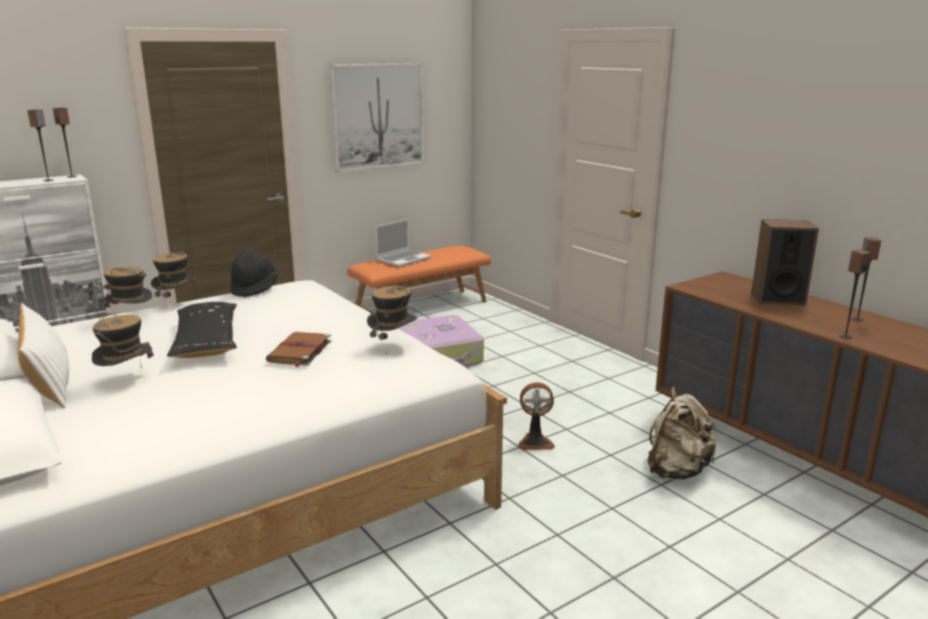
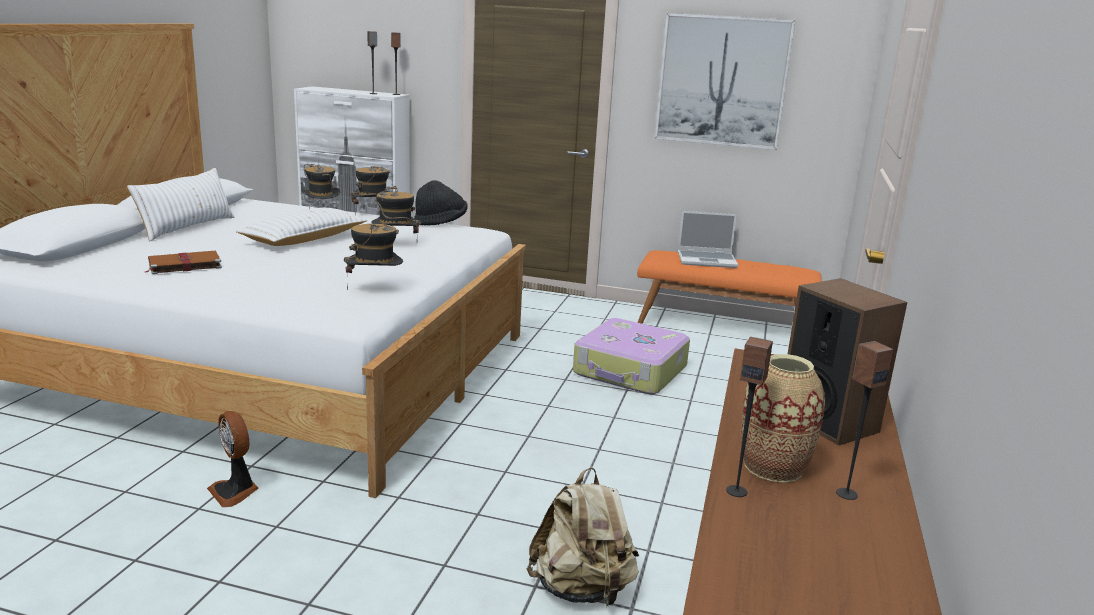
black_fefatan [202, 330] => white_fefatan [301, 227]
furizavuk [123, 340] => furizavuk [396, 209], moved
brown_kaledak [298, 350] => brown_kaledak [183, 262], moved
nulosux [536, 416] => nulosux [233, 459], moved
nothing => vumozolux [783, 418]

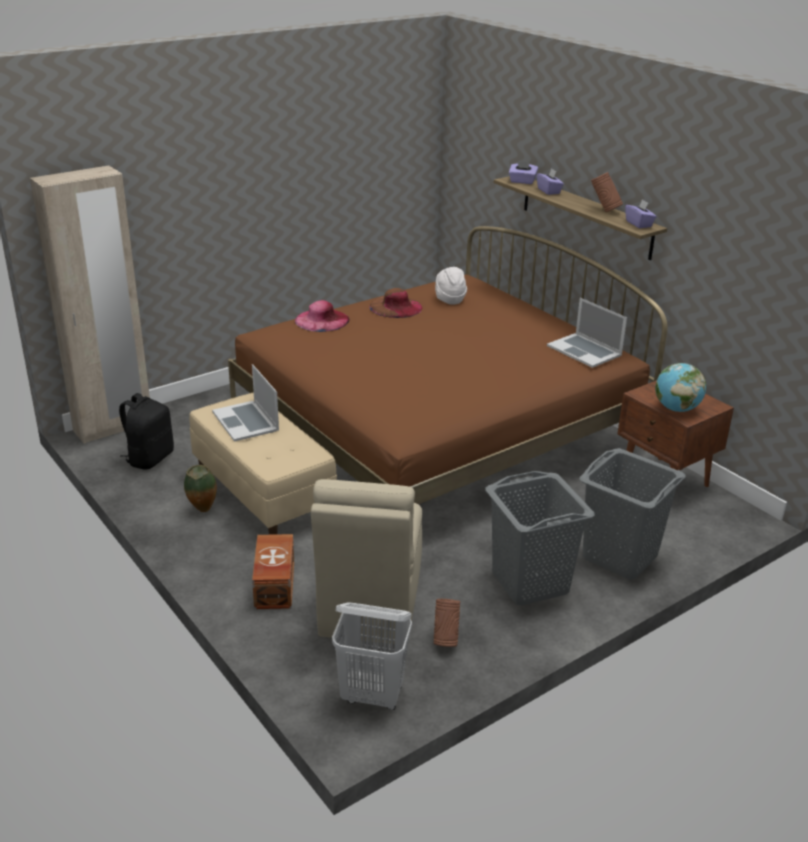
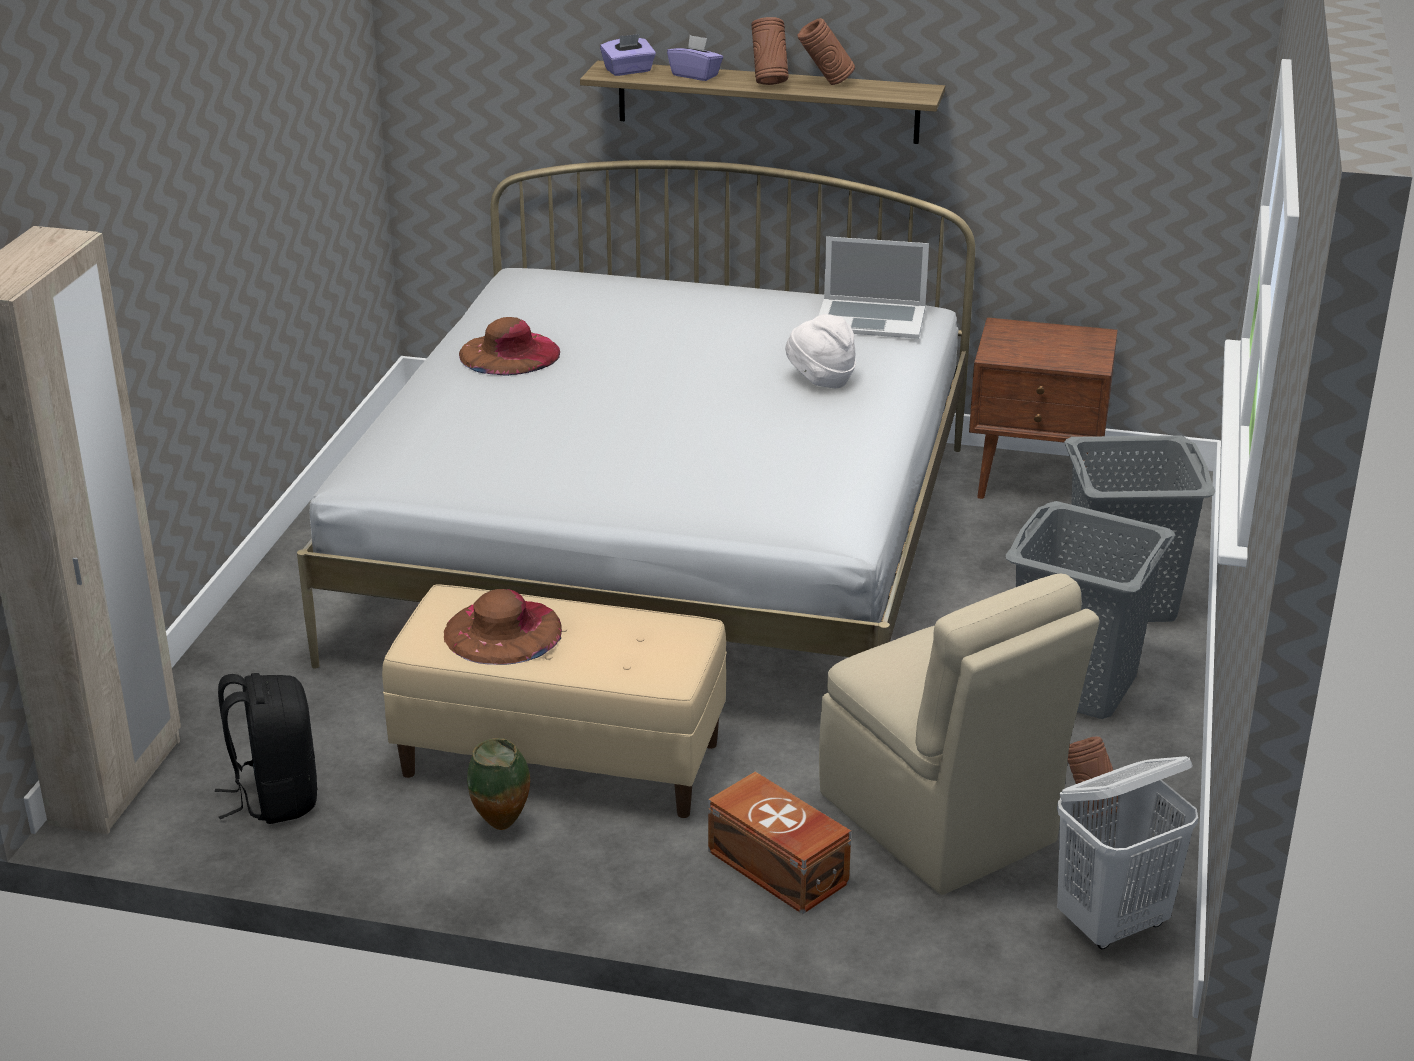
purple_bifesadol [641, 213] => nothing
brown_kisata [447, 365] => white_kisata [636, 414]
white_furizavuk [451, 286] => white_furizavuk [820, 351], moved
pink_furizavuk [322, 316] => nothing
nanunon [680, 387] => nothing
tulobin [245, 403] => brown_furizavuk [503, 627]
nothing => brown_vumozolux [770, 51]

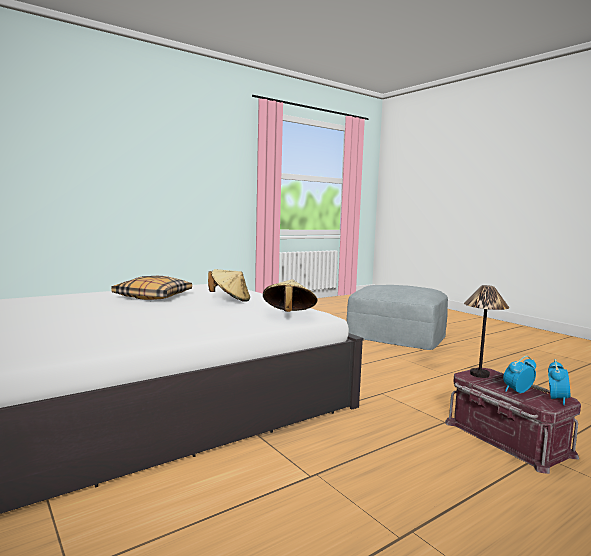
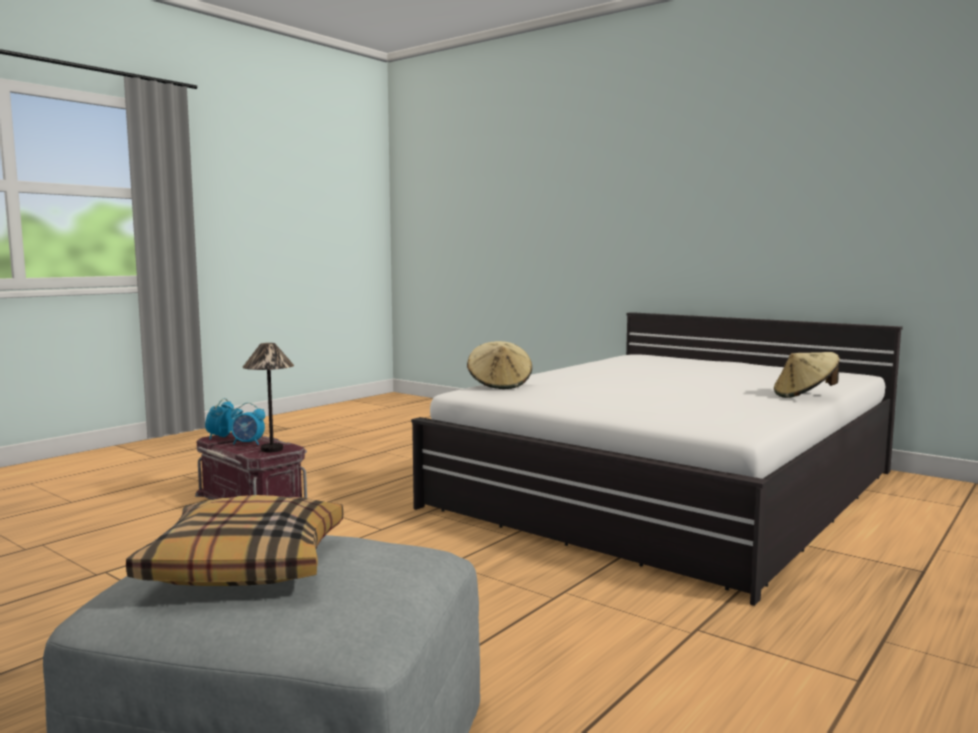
beige_furizavuk [229, 285] => beige_furizavuk [807, 375], moved
fefatan [151, 288] => fefatan [234, 540], moved
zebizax [519, 374] => zebizax [248, 424], 45 degrees clockwise

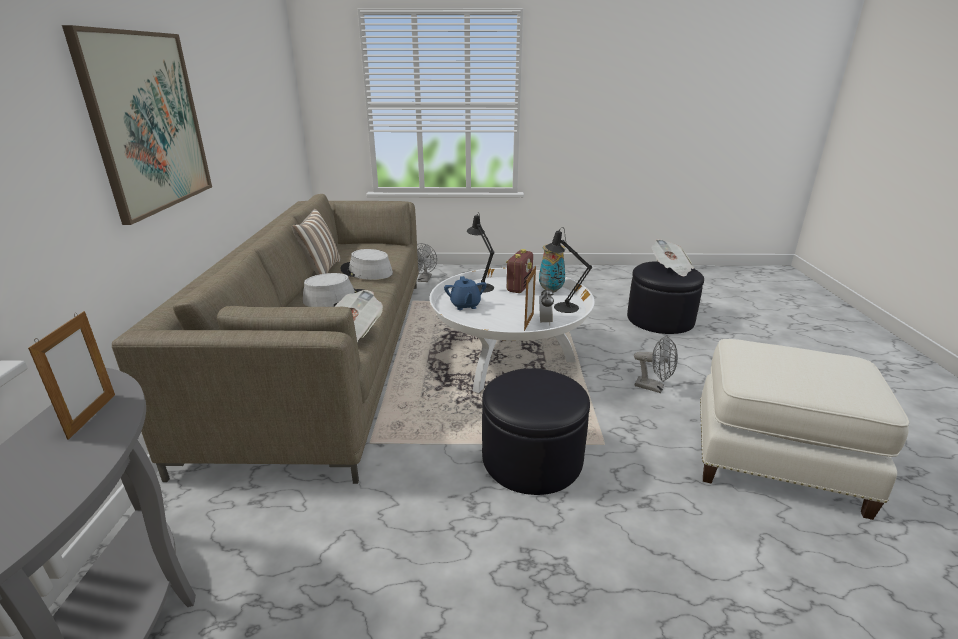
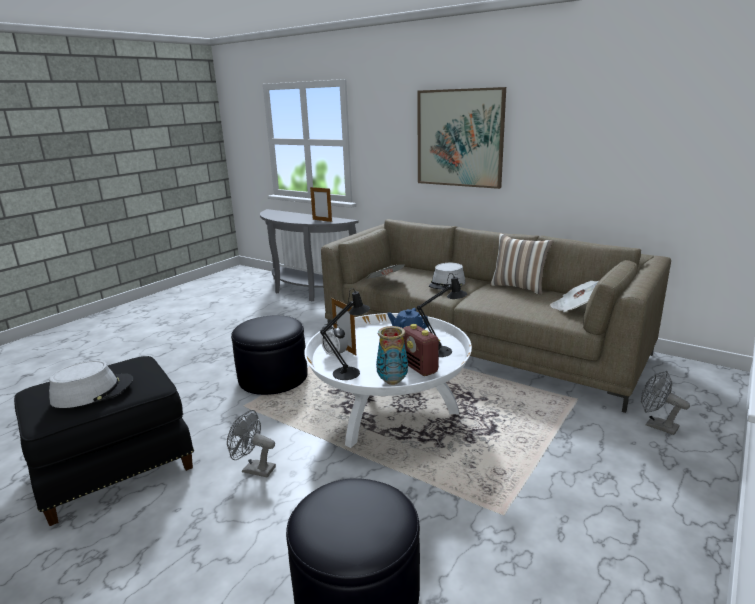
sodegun [673, 257] => sodegun [574, 296], moved
grey_furizavuk [366, 264] => grey_furizavuk [91, 384], moved
grey_nulosux [656, 364] => grey_nulosux [251, 443], 45 degrees clockwise
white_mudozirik [804, 429] => black_mudozirik [104, 441]

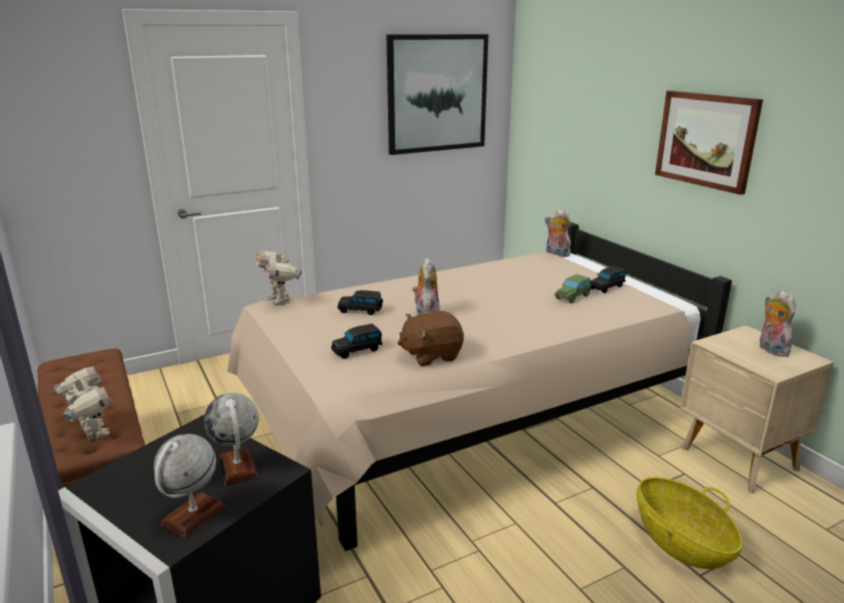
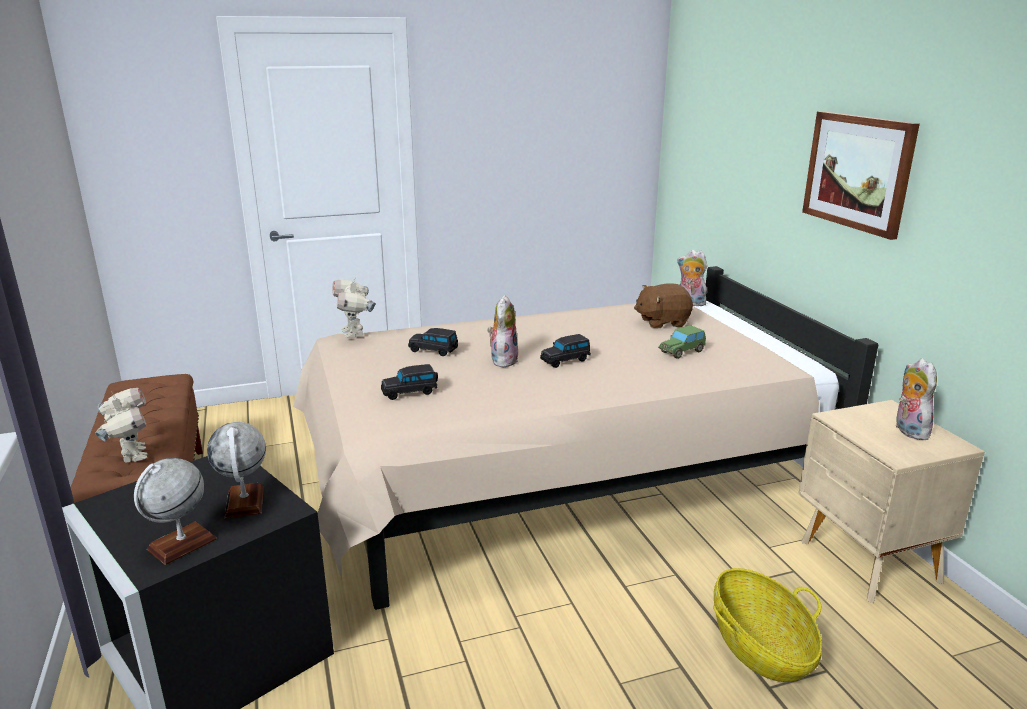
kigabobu [437, 94] => nothing
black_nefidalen [608, 279] => black_nefidalen [565, 351], moved
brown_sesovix [431, 338] => brown_sesovix [663, 305], moved

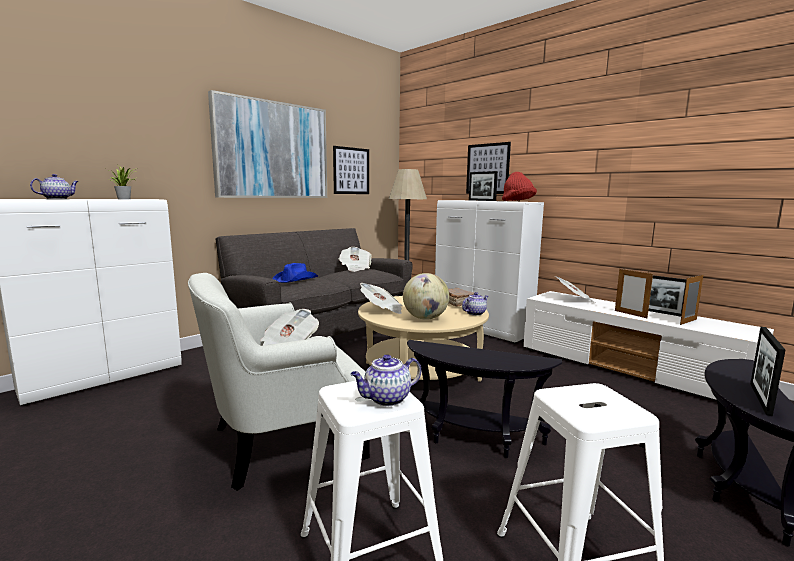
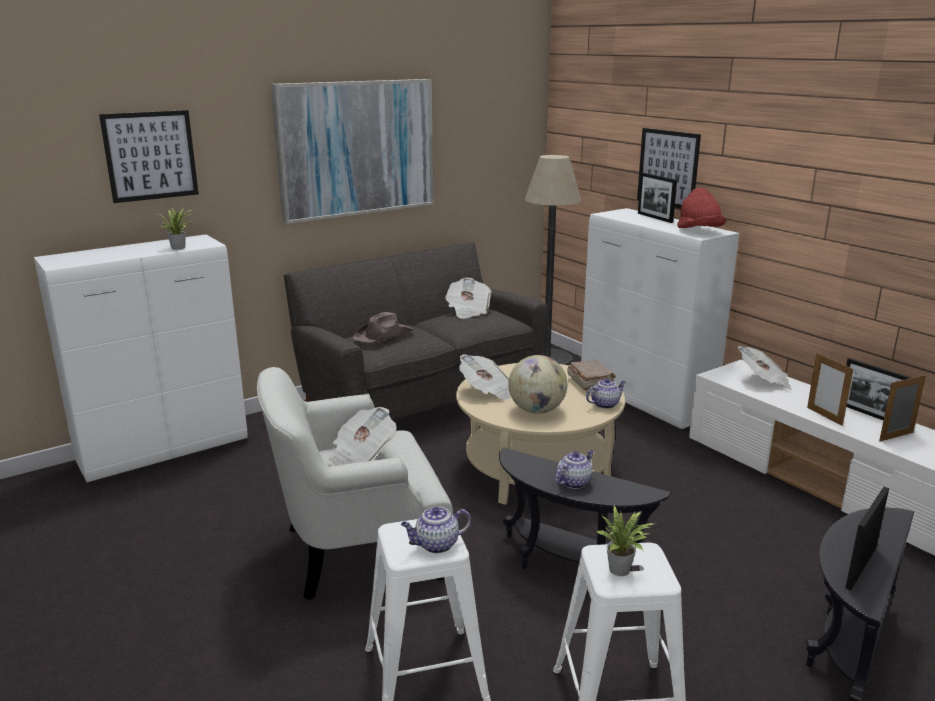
kigabobu [351, 170] => kigabobu [149, 156], moved
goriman [54, 186] => goriman [574, 469], moved
blue_furizavuk [295, 273] => brown_furizavuk [383, 327]
nothing => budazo [626, 541]

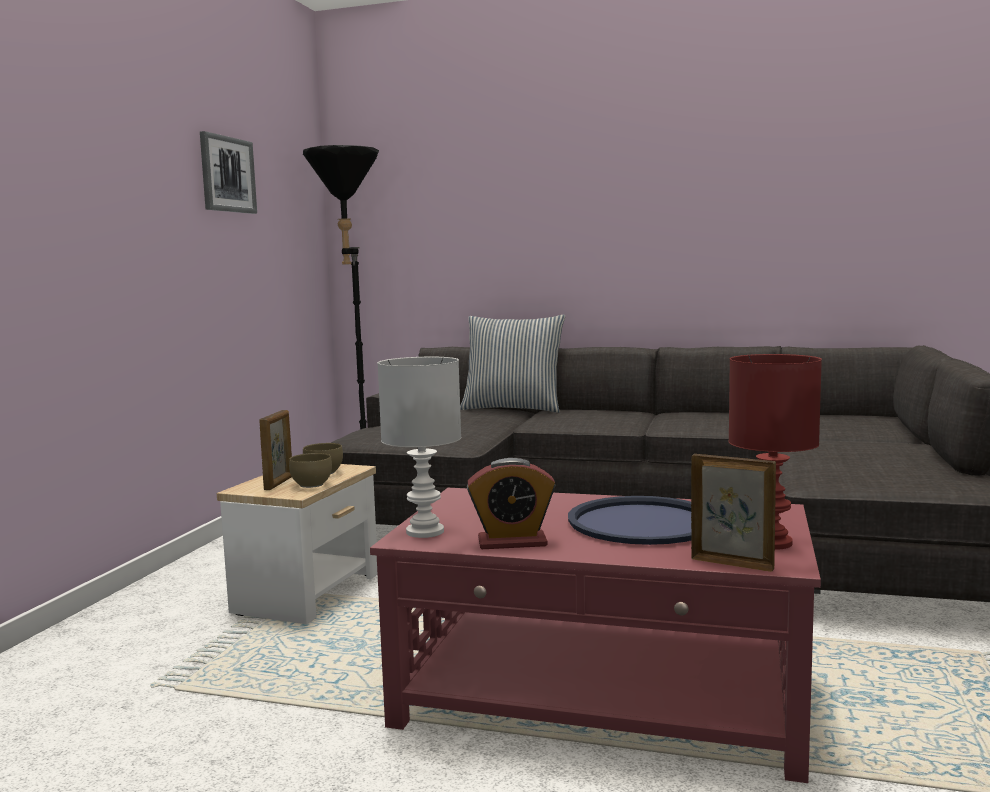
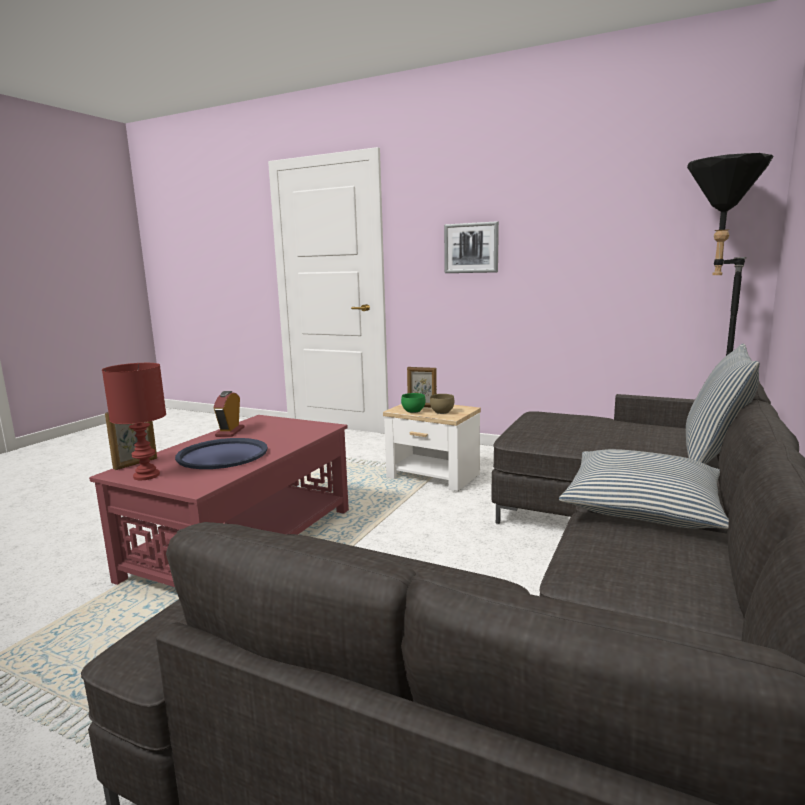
kigabobu [228, 172] => kigabobu [471, 247], moved
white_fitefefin [419, 447] => nothing
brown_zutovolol [310, 470] => green_zutovolol [413, 403]
nothing => fefatan [644, 489]

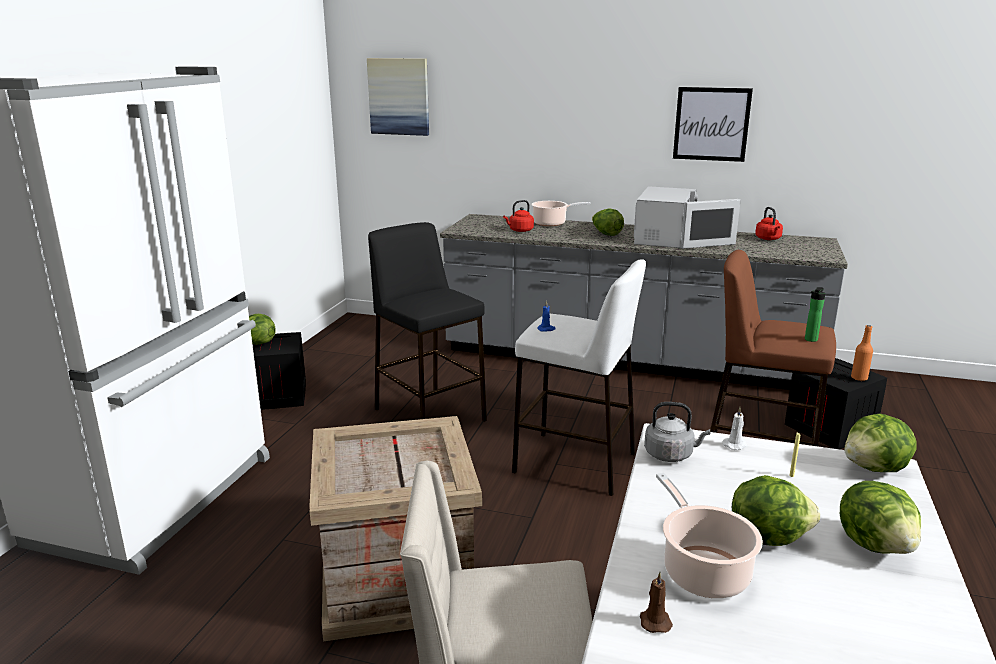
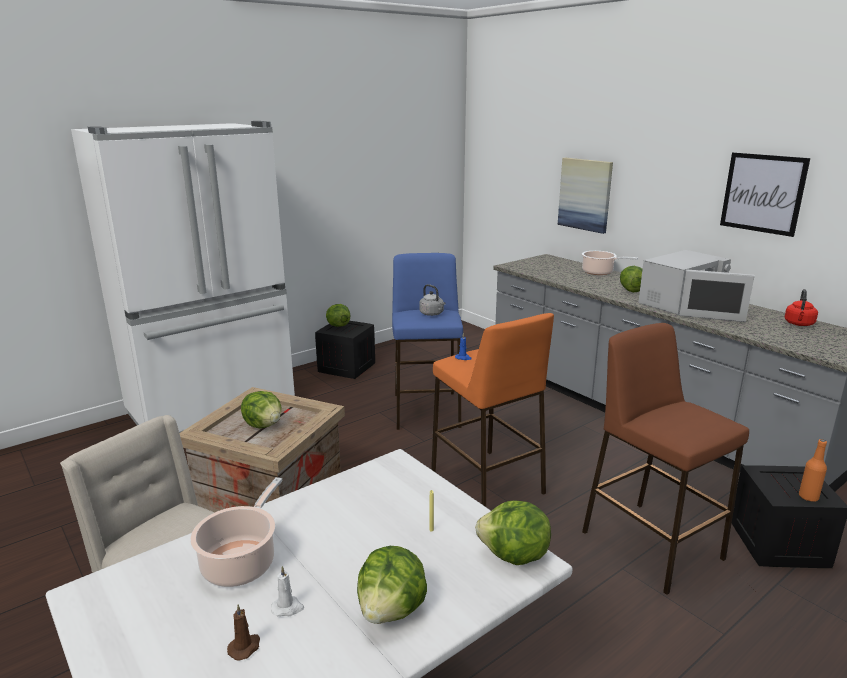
kigabobu [398, 97] => kigabobu [585, 196], moved
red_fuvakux [518, 216] => nothing
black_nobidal [427, 322] => blue_nobidal [427, 341]
white_nobidal [579, 377] => orange_nobidal [492, 410]
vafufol [815, 314] => nothing
grey_fuvakux [677, 432] => grey_fuvakux [432, 300], moved
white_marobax [734, 428] => white_marobax [287, 591], moved
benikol [776, 510] => benikol [261, 410], moved
brown_marobax [656, 602] => brown_marobax [243, 632], moved

